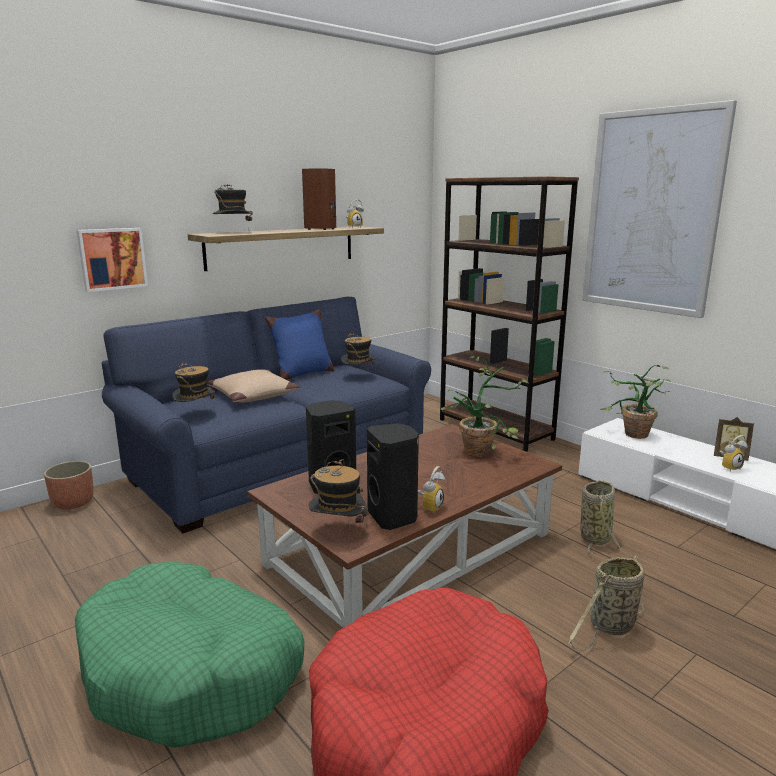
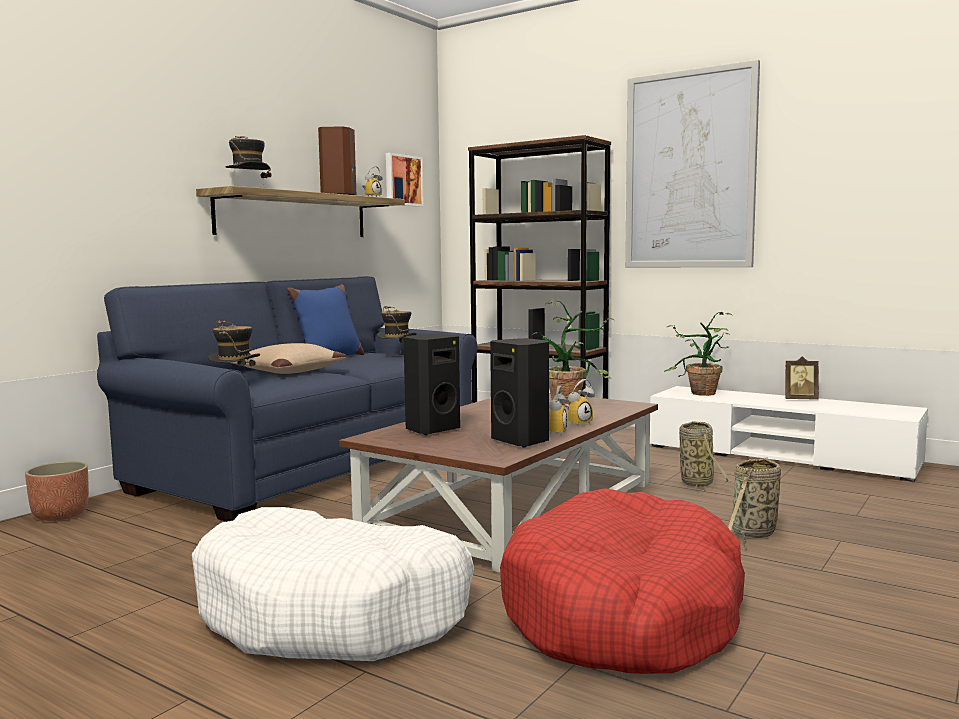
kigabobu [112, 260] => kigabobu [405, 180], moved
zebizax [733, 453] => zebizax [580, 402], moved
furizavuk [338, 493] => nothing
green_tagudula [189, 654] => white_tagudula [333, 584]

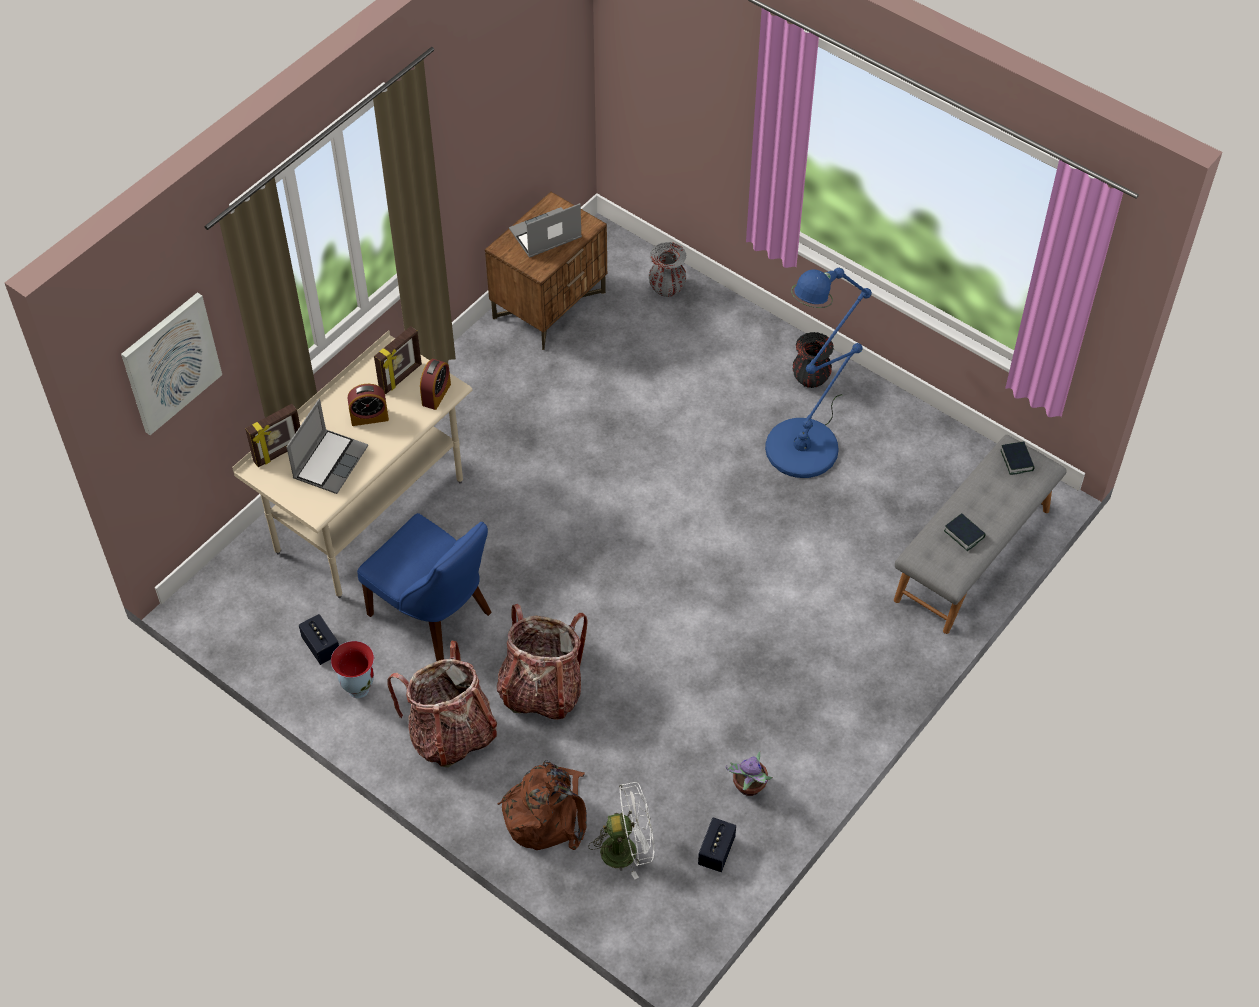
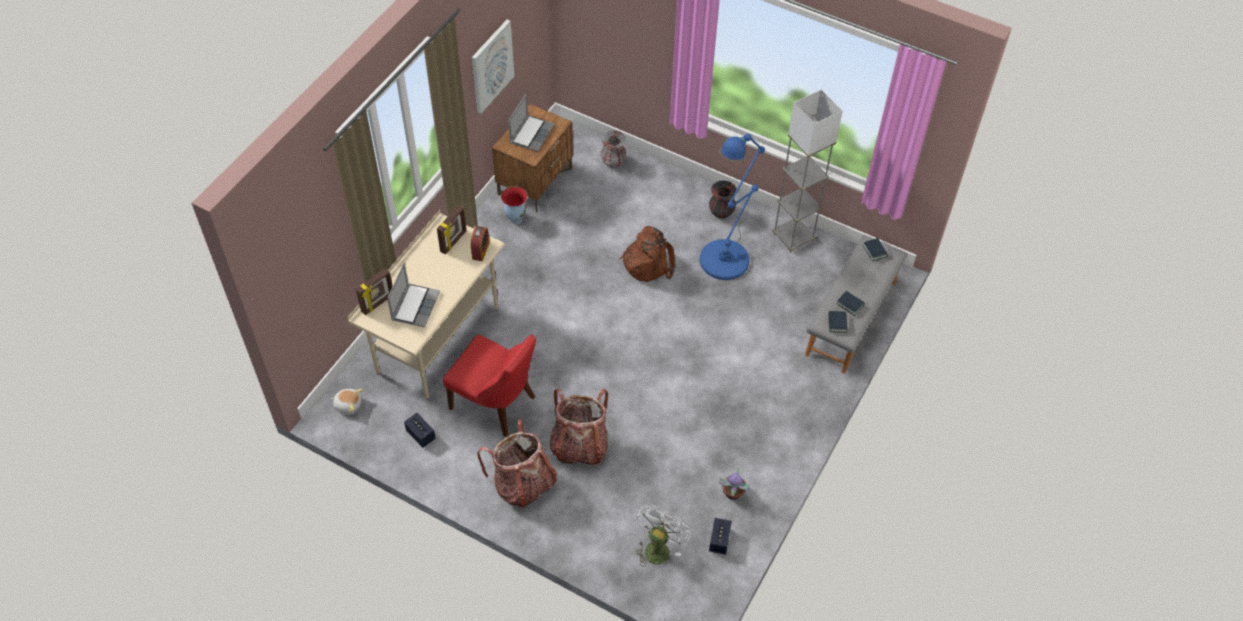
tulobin [545, 230] => tulobin [531, 122], 150 degrees clockwise
kigabobu [171, 363] => kigabobu [493, 66], moved
zebizax [368, 405] => nothing
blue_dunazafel [424, 587] => red_dunazafel [489, 385]
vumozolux [352, 669] => vumozolux [514, 205], moved
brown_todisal [542, 805] => brown_todisal [647, 254], moved
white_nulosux [621, 830] => white_nulosux [663, 536], 45 degrees counterclockwise
nothing => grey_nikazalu [807, 171]
nothing => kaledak [837, 322]
nothing => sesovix [347, 402]

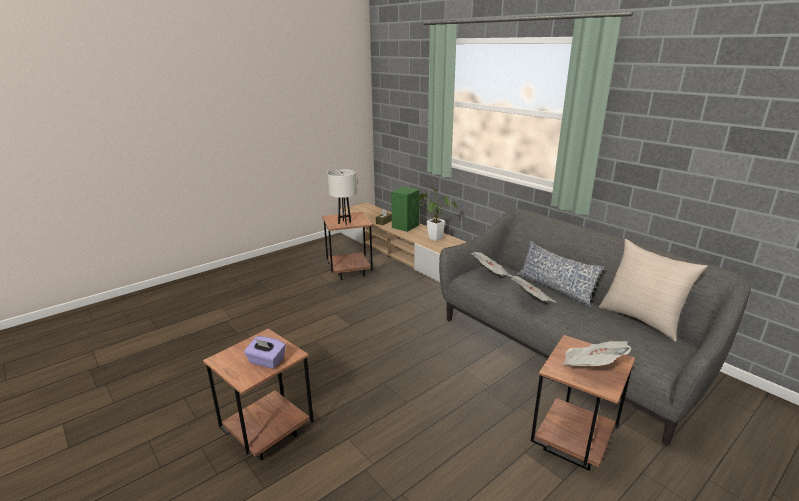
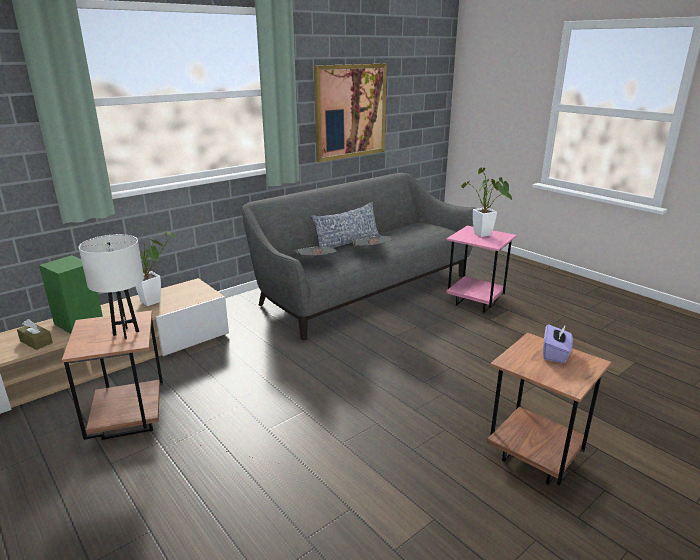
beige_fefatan [653, 290] => nothing
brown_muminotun [583, 403] => pink_muminotun [481, 269]
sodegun [596, 353] => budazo [487, 202]
nothing => kigabobu [350, 113]

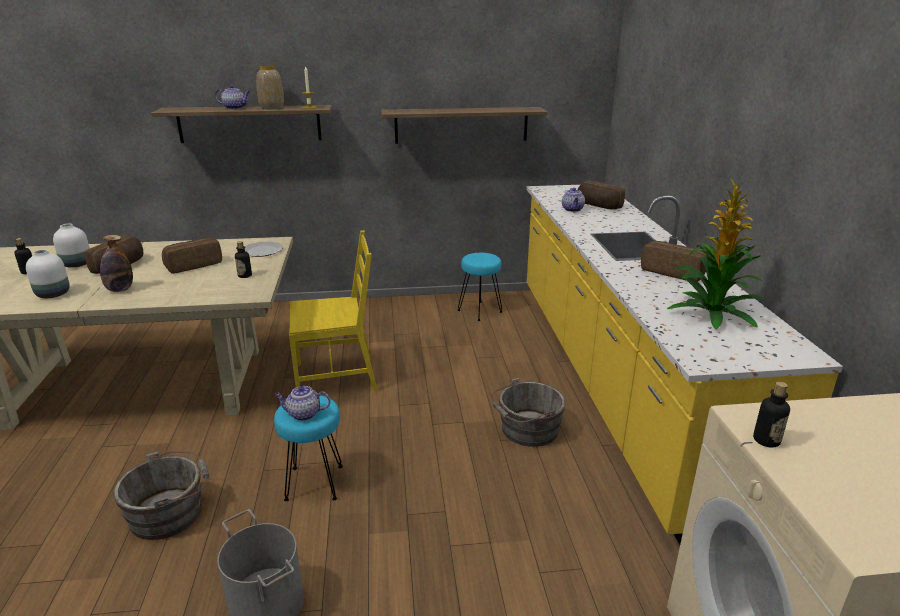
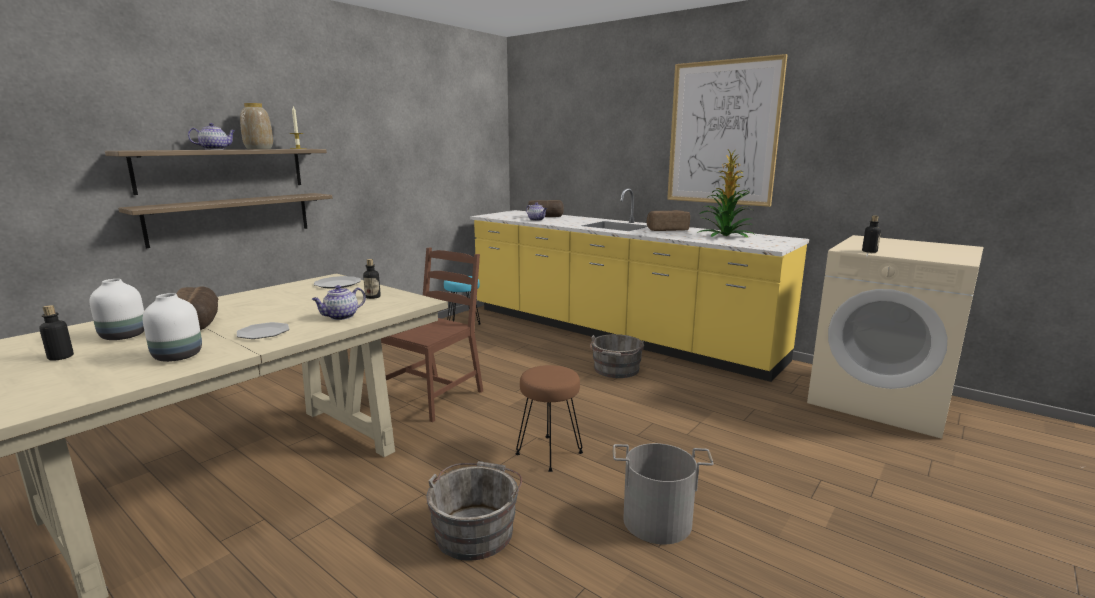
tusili [464, 125] => tusili [225, 220], moved
yellow_dunazafel [333, 311] => brown_dunazafel [432, 334]
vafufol [116, 263] => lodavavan [263, 330]
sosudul [192, 256] => nothing
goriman [302, 403] => goriman [339, 302], moved
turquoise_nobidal [308, 448] => brown_nobidal [549, 418]
nothing => kigabobu [727, 130]

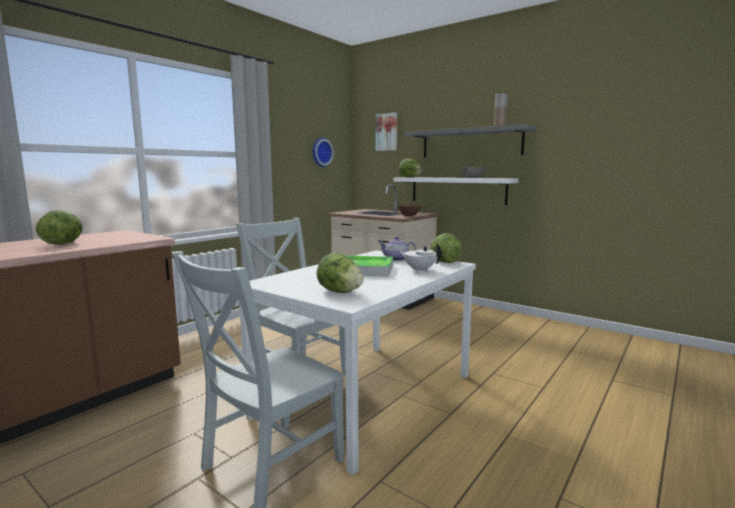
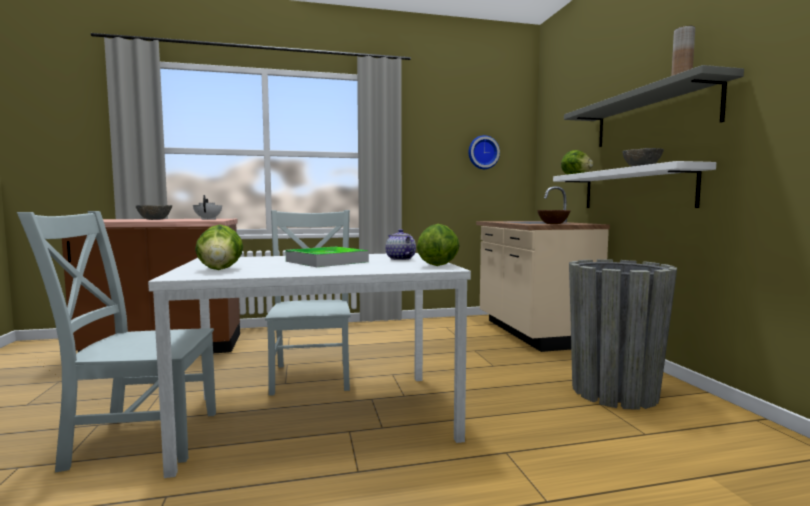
kigabobu [386, 132] => nothing
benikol [59, 227] => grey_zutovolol [154, 212]
white_goriman [420, 257] => white_goriman [207, 207], moved
nothing => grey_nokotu [623, 334]

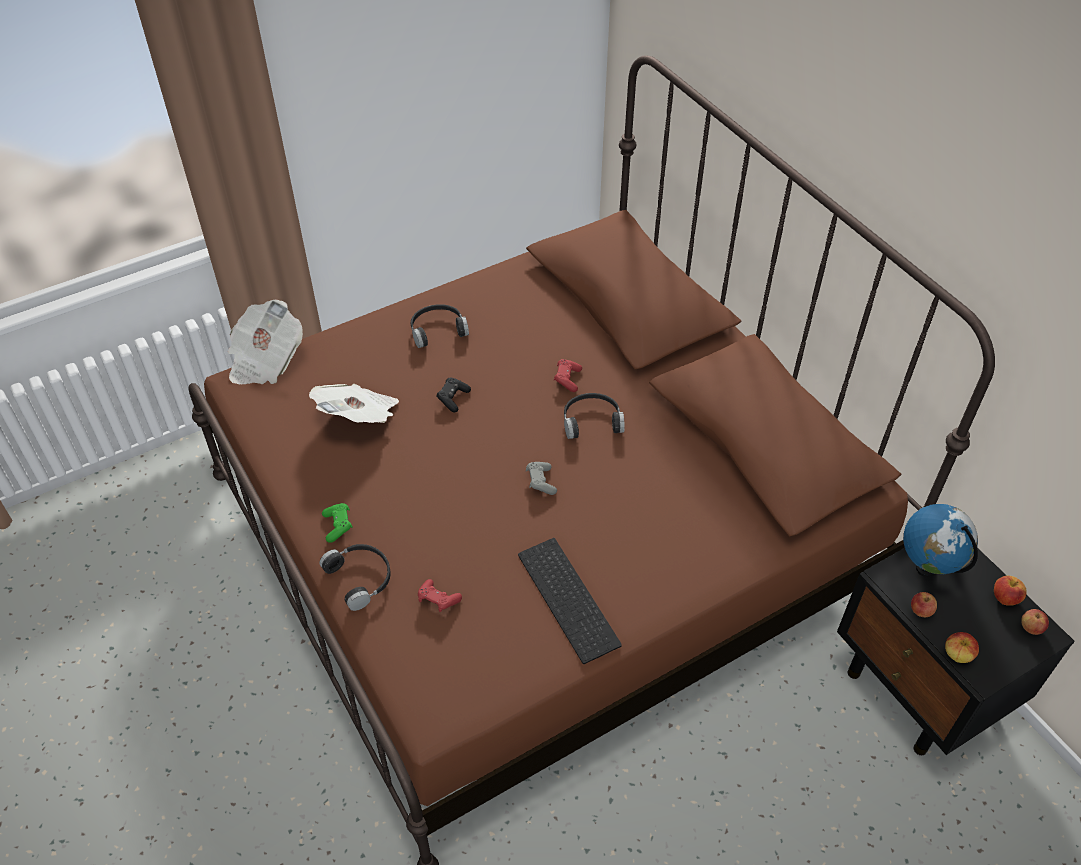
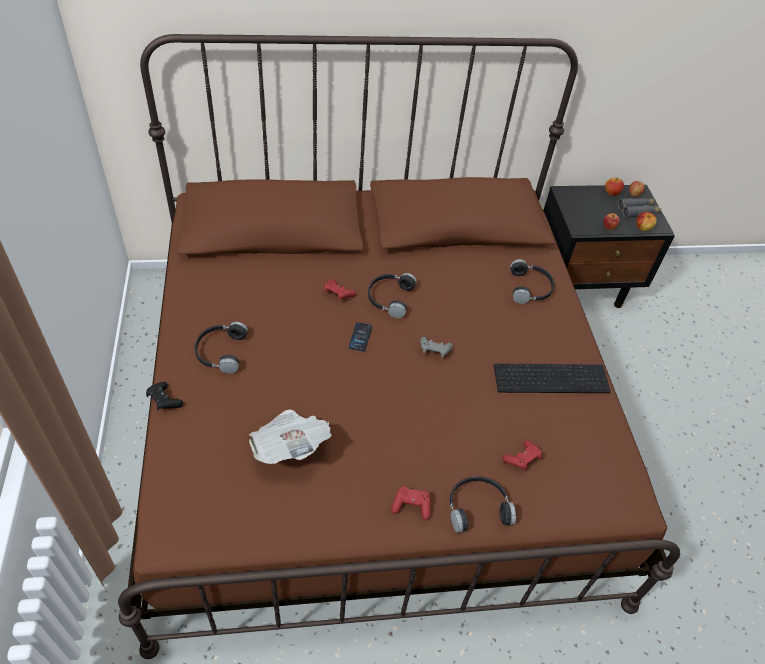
sodegun [265, 342] => nothing
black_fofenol [454, 394] => black_fofenol [164, 396], moved
green_fofenol [337, 523] => red_fofenol [411, 503]
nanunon [940, 540] => nothing
nothing => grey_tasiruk [639, 208]
nothing => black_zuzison [532, 281]
nothing => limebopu [360, 336]

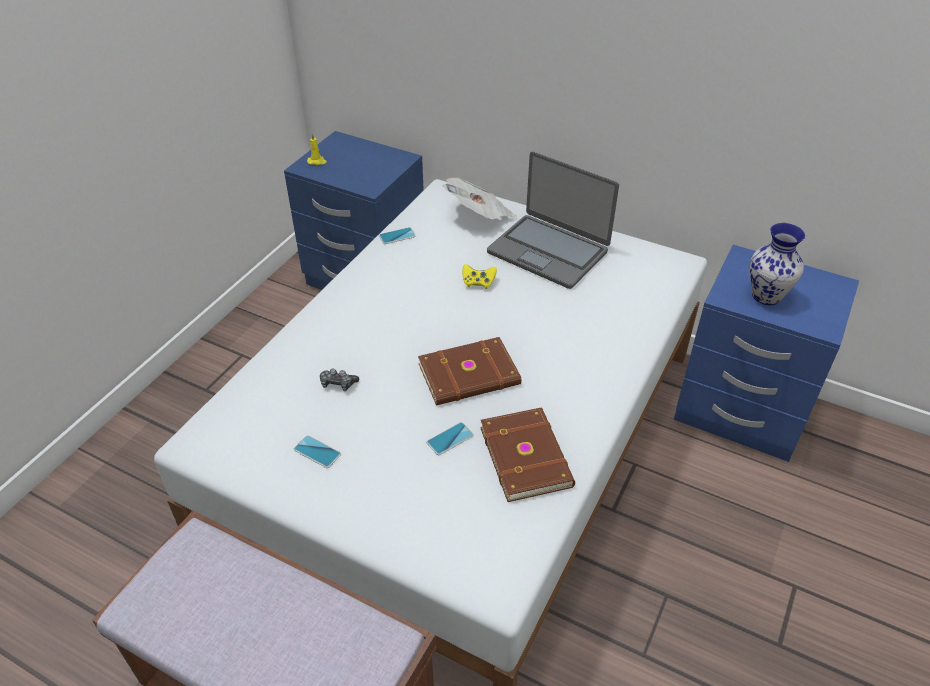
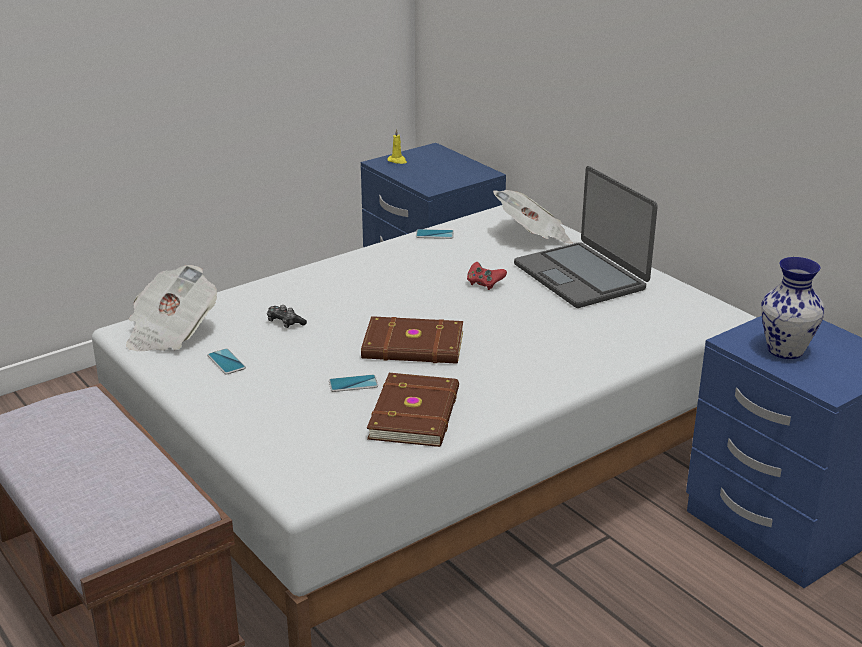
yellow_fofenol [479, 276] => red_fofenol [487, 276]
nothing => sodegun [171, 308]

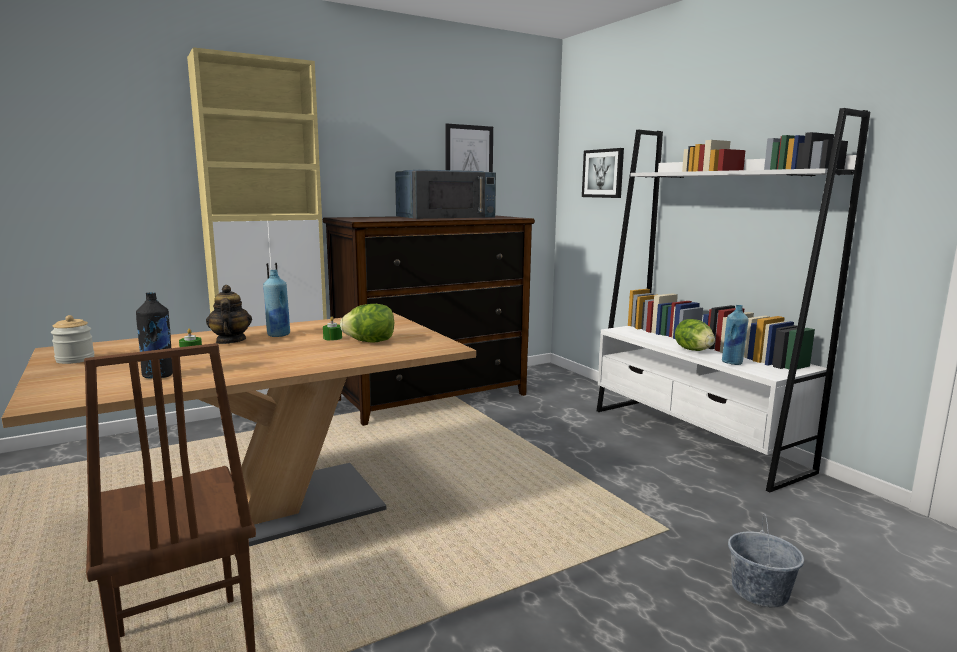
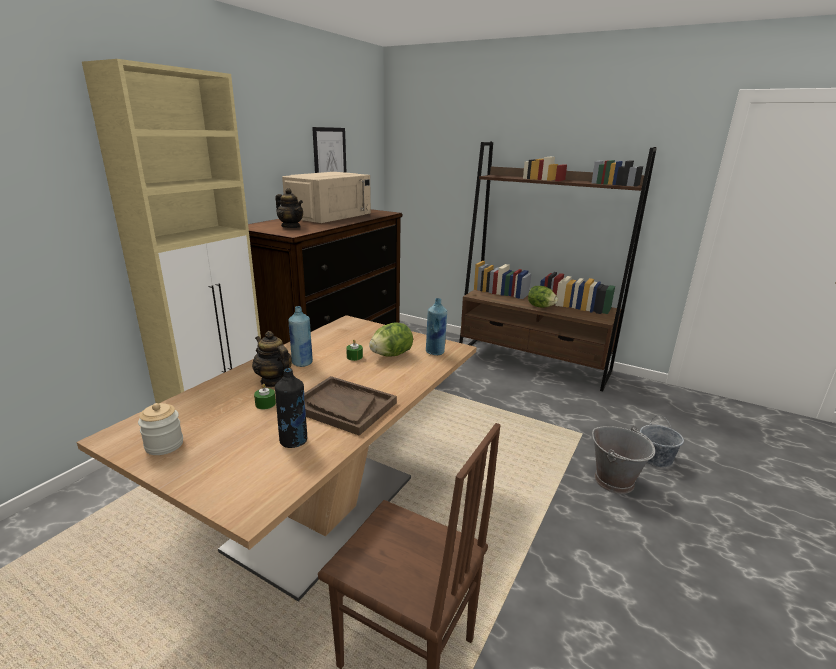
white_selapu [733, 300] => brown_selapu [558, 266]
kigabobu [603, 173] => nothing
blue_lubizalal [445, 194] => beige_lubizalal [326, 197]
blue_vafufol [735, 335] => blue_vafufol [436, 326], moved
nothing => goriman [289, 208]
nothing => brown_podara [350, 406]
nothing => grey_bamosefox [623, 460]

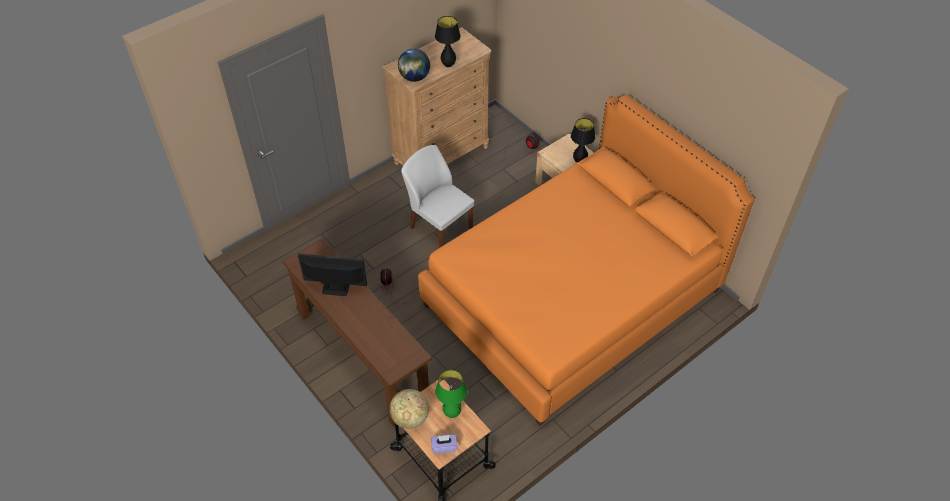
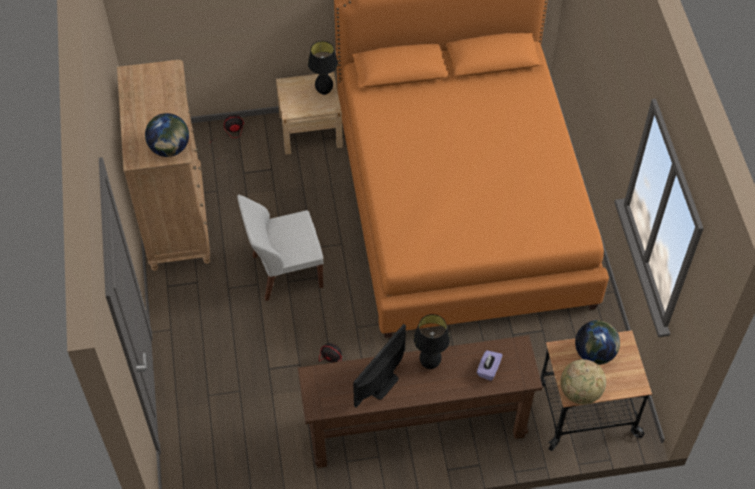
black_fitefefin [448, 41] => black_fitefefin [432, 341], moved
green_fitefefin [451, 394] => nanunon [597, 342]
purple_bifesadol [444, 444] => purple_bifesadol [489, 365], moved

